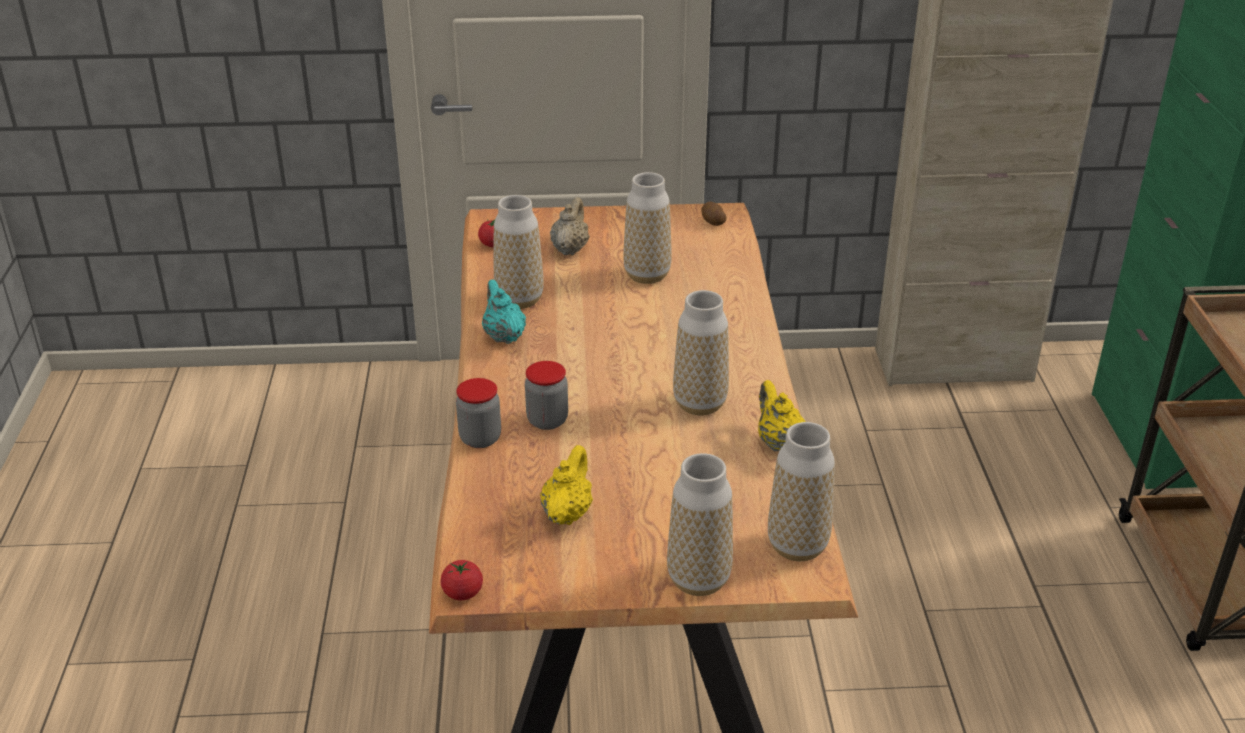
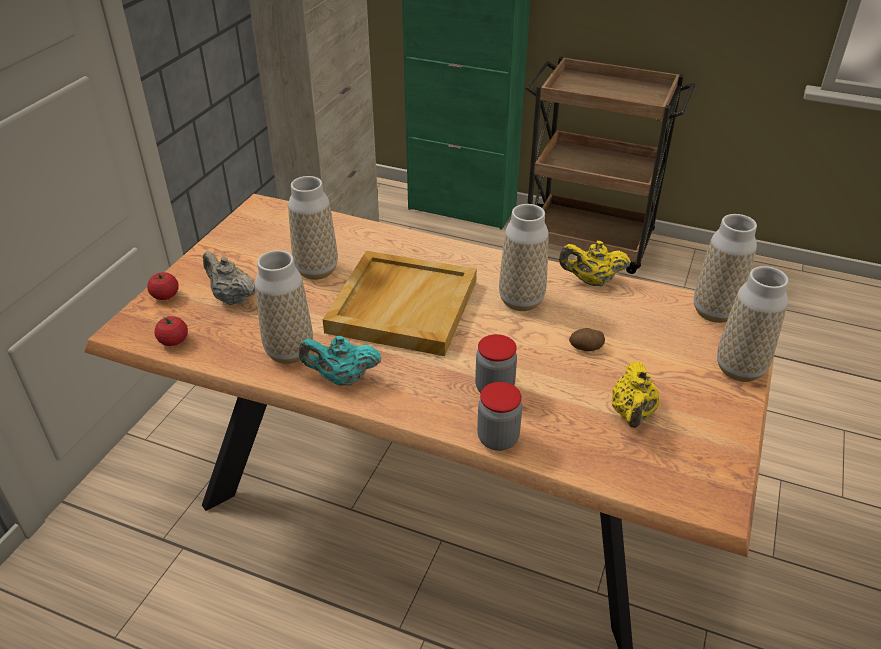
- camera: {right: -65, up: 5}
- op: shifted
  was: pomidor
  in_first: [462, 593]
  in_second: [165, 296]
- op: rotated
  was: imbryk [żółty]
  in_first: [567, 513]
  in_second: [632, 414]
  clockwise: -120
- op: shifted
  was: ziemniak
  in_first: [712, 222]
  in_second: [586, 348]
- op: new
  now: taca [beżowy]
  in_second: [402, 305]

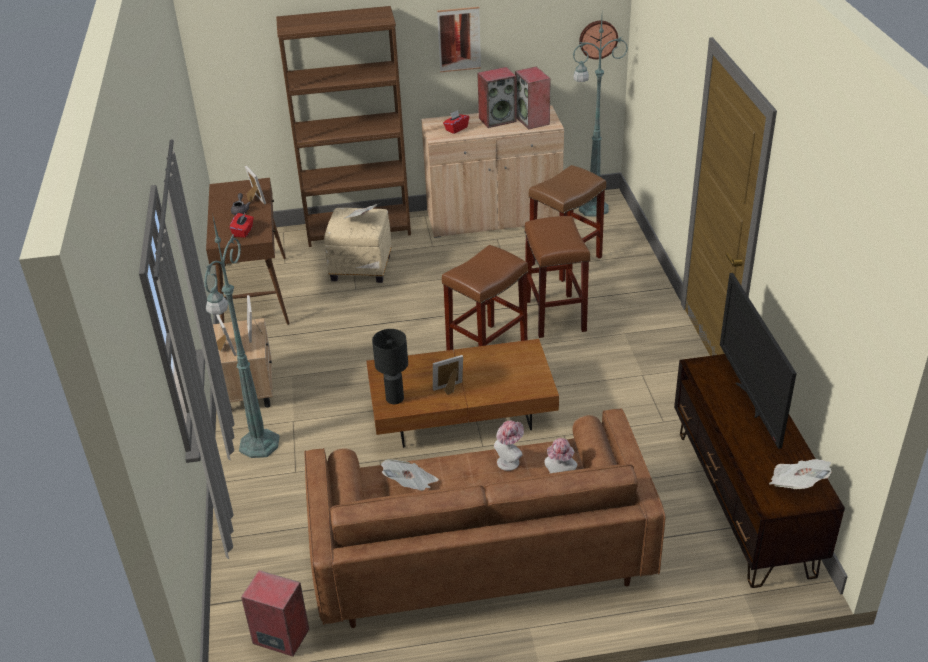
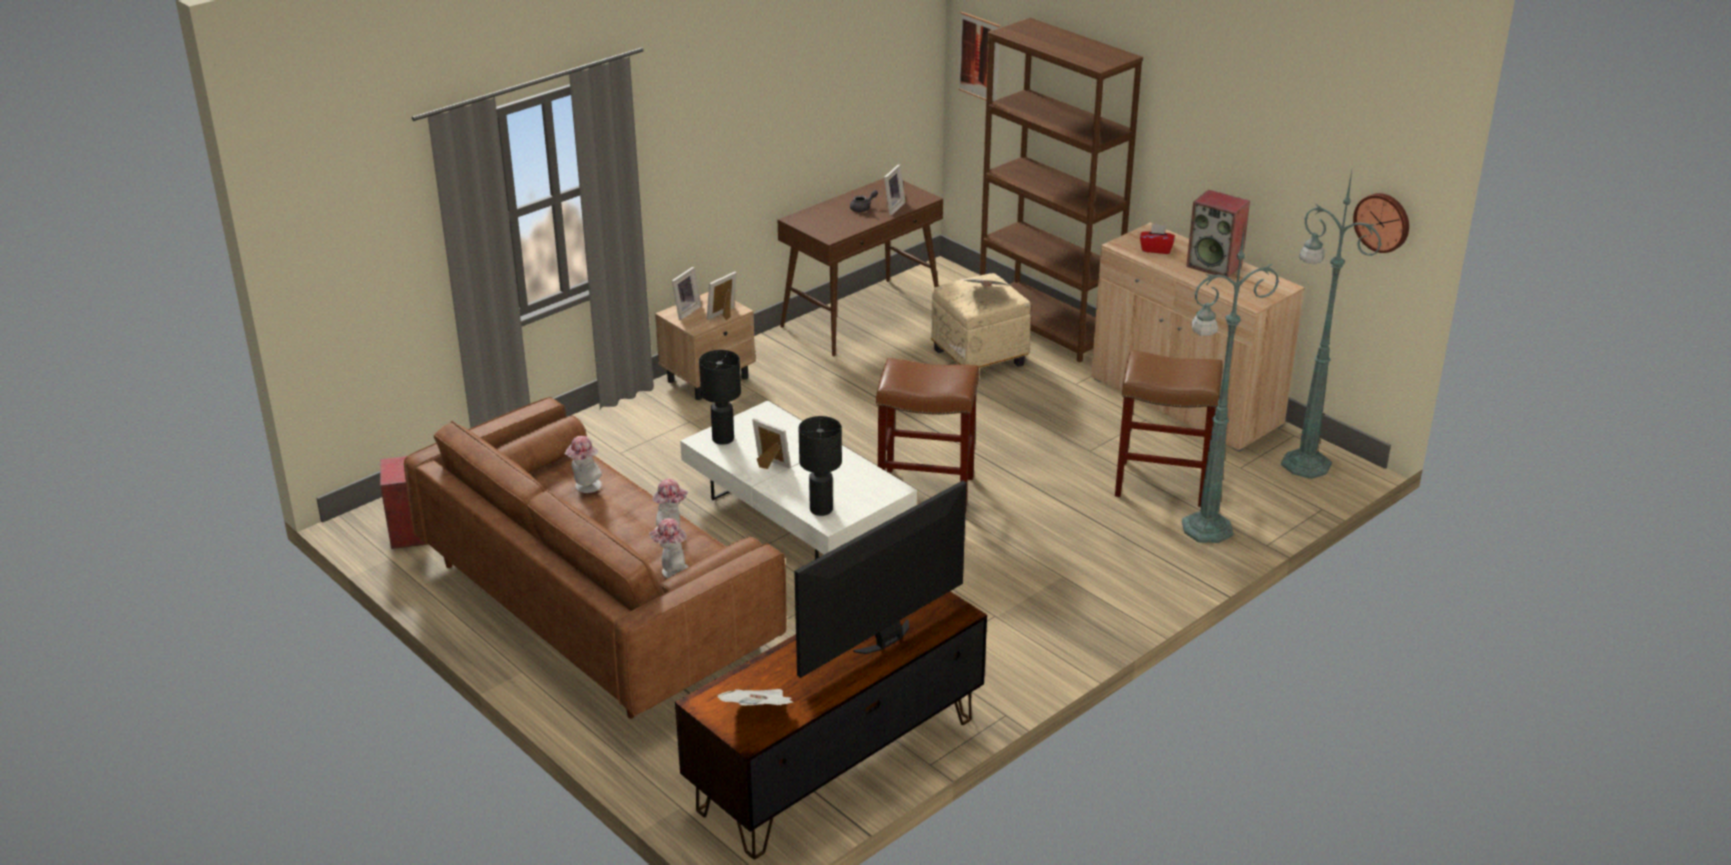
- camera: {right: 55, up: -5}
- op: shifted
  was: lampa stojąca [zielony]
  in_first: [258, 446]
  in_second: [1204, 529]
- op: gone
  was: pudełko chusteczek [czerwony]
  in_first: [243, 232]
- op: repainted
  was: ława [brązowy]
  now: ława [biały]
  in_first: [461, 415]
  in_second: [796, 516]
- op: swapped
  was: gazeta
  now: kapelusz
  in_first: [410, 485]
  in_second: [585, 487]
- op: shifted
  was: obraz
  in_first: [459, 39]
  in_second: [979, 58]
- op: gone
  was: głośnik
  in_first: [533, 120]
- op: gone
  was: stołek [brązowy]
  in_first: [554, 315]
- op: new
  now: lampa stołowa [czarny]
  in_second: [820, 509]

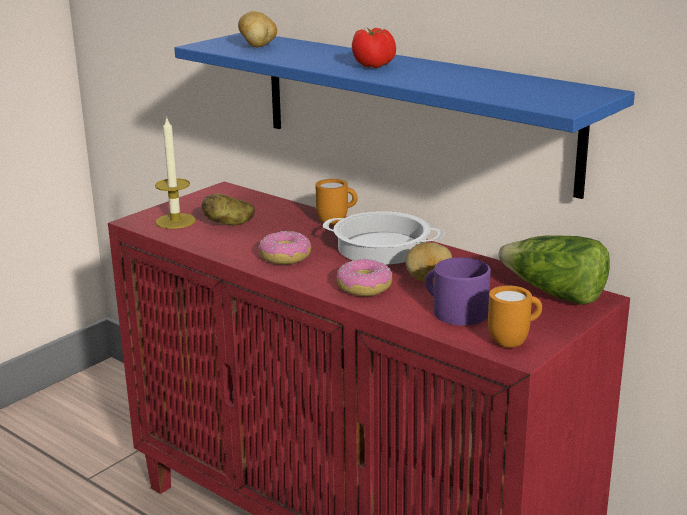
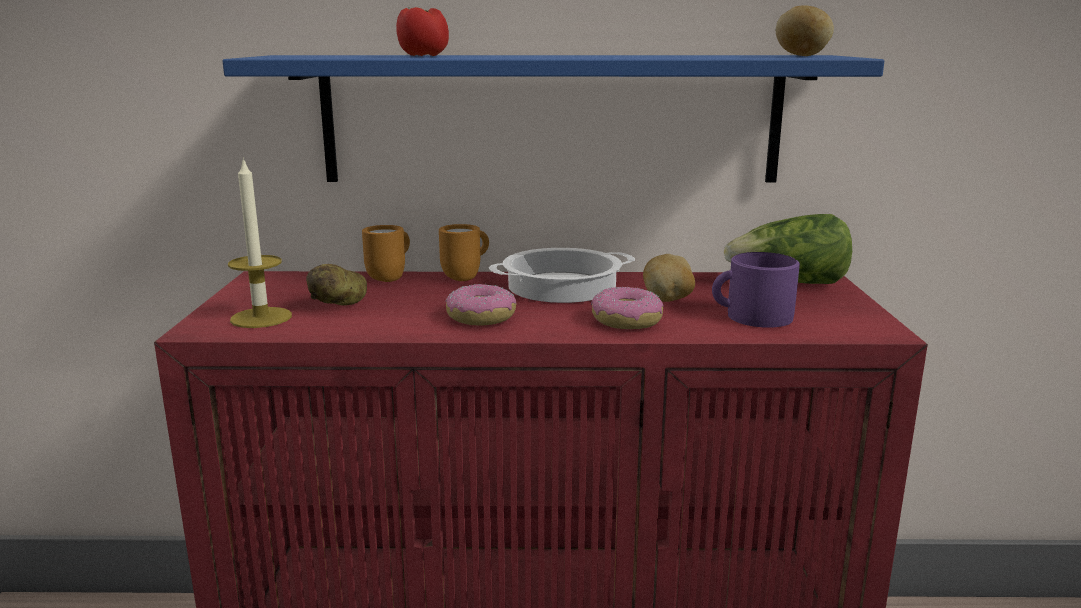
- camera: {right: -40, up: -5}
- op: shifted
  was: ziemniak
  in_first: [258, 46]
  in_second: [802, 56]
- op: shifted
  was: pomidor
  in_first: [374, 66]
  in_second: [424, 56]
- op: shifted
  was: kubek [pomarańczowy]
  in_first: [514, 341]
  in_second: [390, 278]

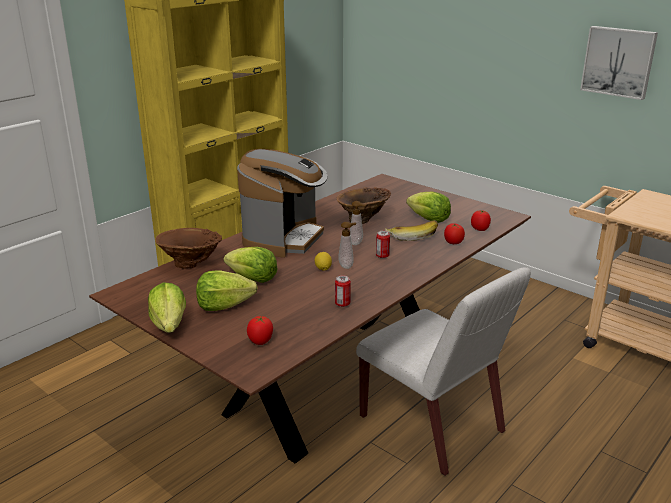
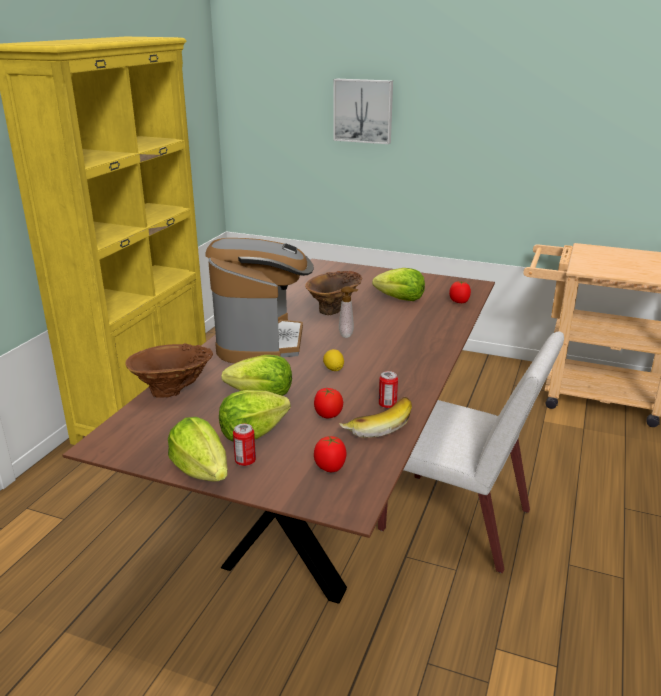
- camera: {right: -20, up: 0}
- op: gone
  was: dozownik mydła
  in_first: [347, 266]
- op: shifted
  was: puszka
  in_first: [382, 256]
  in_second: [245, 461]
- op: shifted
  was: banan
  in_first: [412, 235]
  in_second: [376, 425]
- op: shifted
  was: pomidor
  in_first: [453, 243]
  in_second: [328, 415]
- op: shifted
  was: obraz
  in_first: [618, 61]
  in_second: [363, 111]

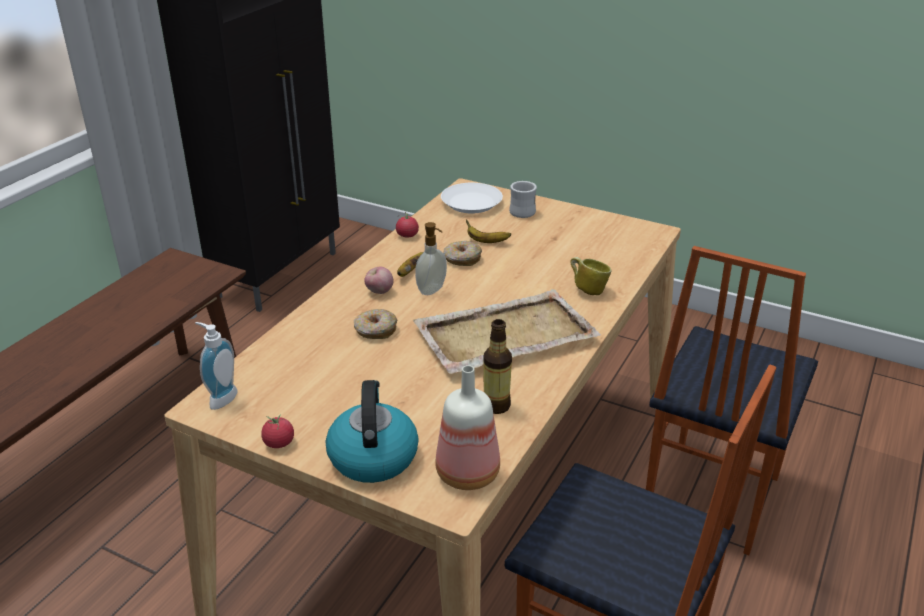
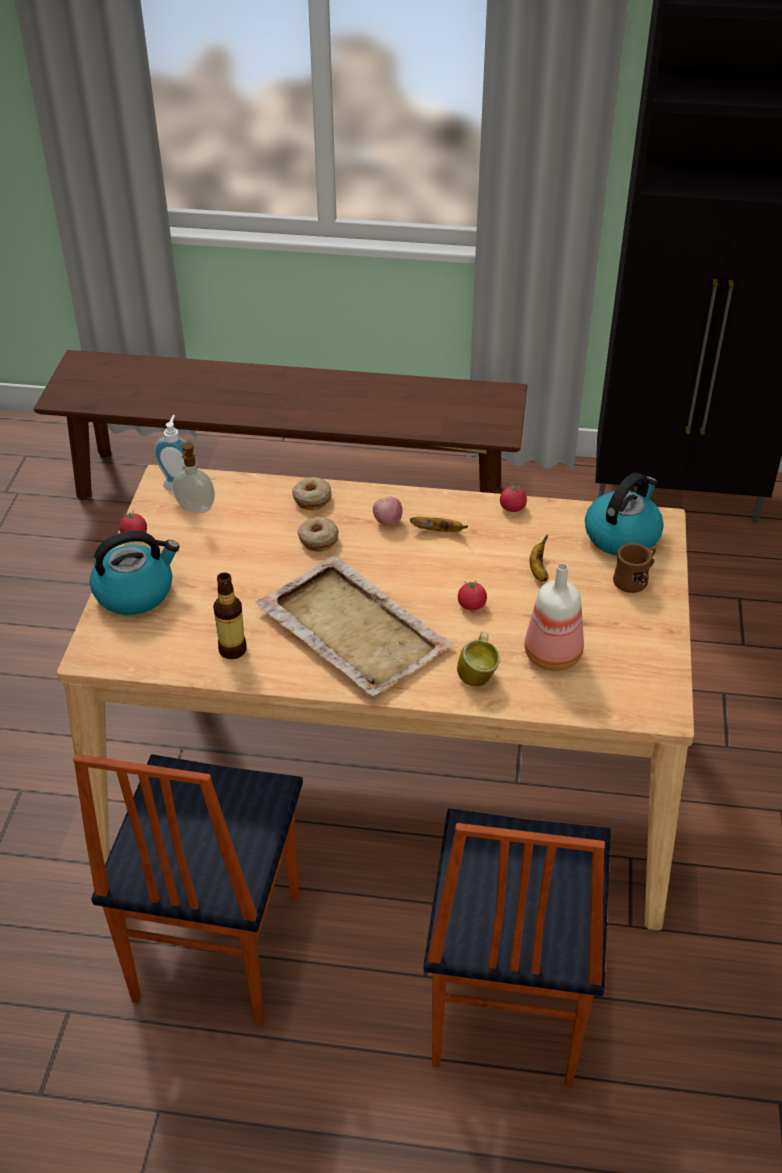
- camera: {right: 70, up: 10}
- op: shifted
  was: dozownik mydła
  in_first: [432, 290]
  in_second: [195, 509]
- op: shifted
  was: butelka
  in_first: [466, 472]
  in_second: [553, 654]
- op: swapped
  was: talerz [biały]
  now: czajnik
  in_first: [471, 203]
  in_second: [622, 535]
- op: shifted
  was: donut
  in_first: [462, 259]
  in_second: [312, 499]
- op: repainted
  was: kubek [biały]
  now: kubek [brązowy]
  in_first: [521, 210]
  in_second: [634, 580]
- op: rotated
  was: krzesło
  in_first: [708, 496]
  in_second: [505, 1005]
  clockwise: -90
- op: new
  now: pomidor
  in_second: [471, 605]

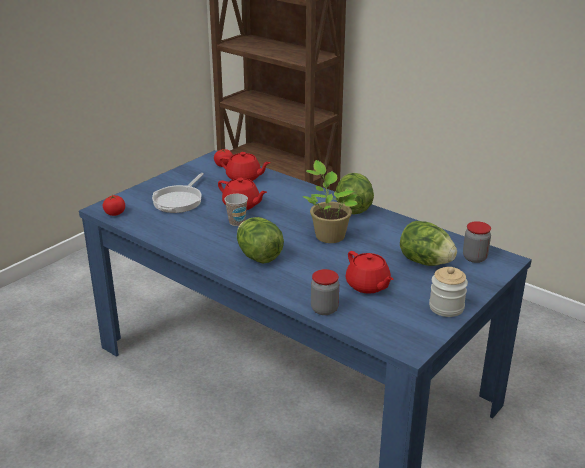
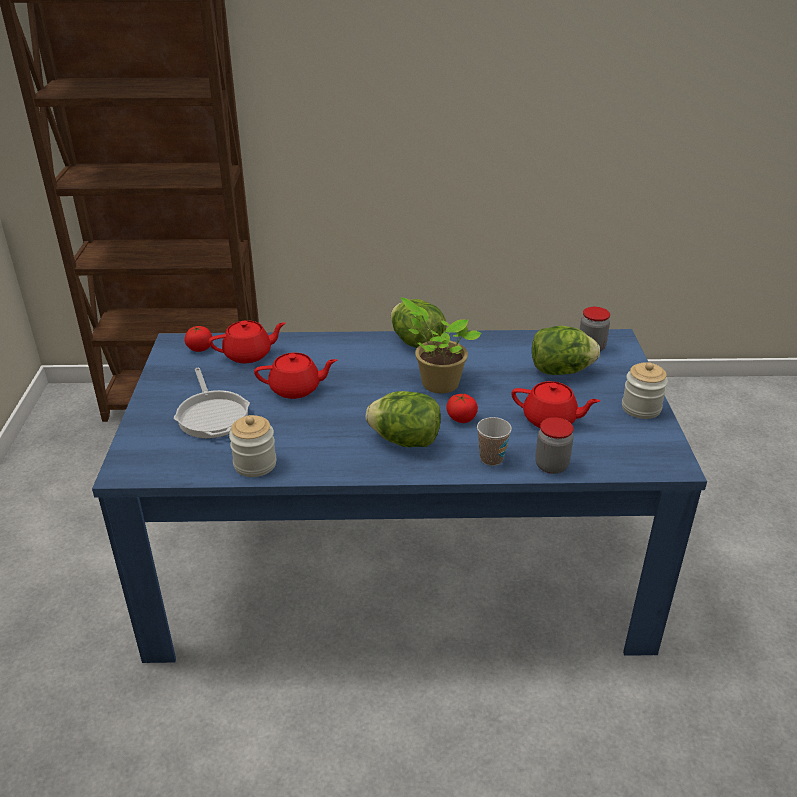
- camera: {right: -40, up: 5}
- op: shifted
  was: pomidor
  in_first: [115, 213]
  in_second: [461, 418]
- op: shifted
  was: filiżanka
  in_first: [237, 222]
  in_second: [491, 458]
- op: new
  now: słoik
  in_second: [255, 464]

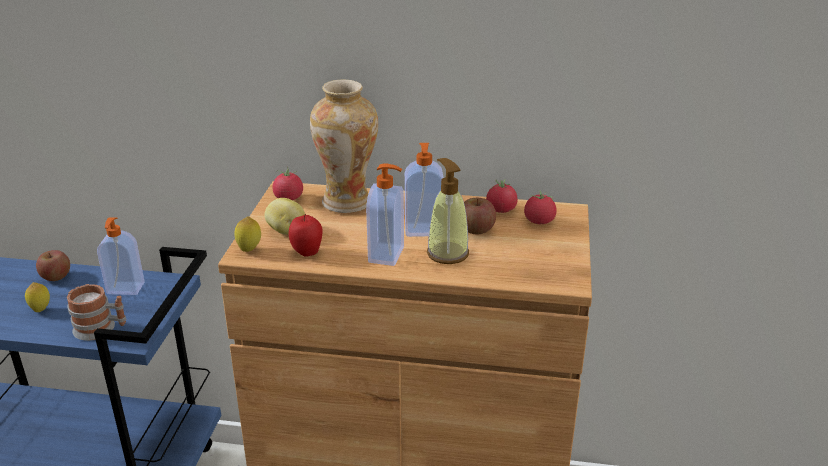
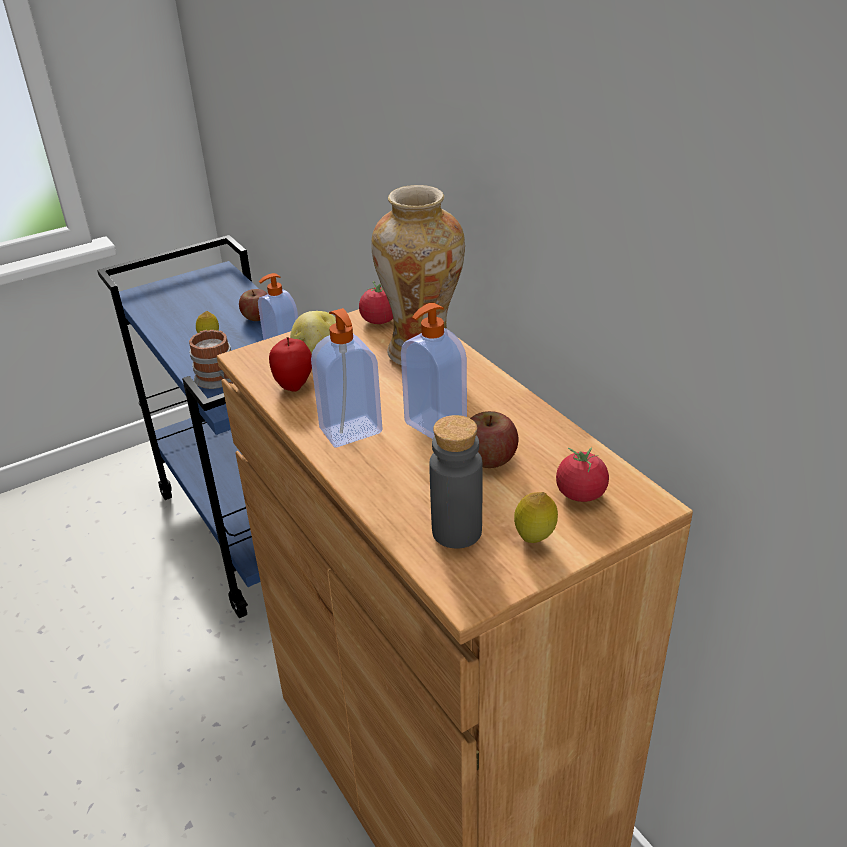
- camera: {right: 50, up: 5}
- op: shifted
  was: cytryna
  in_first: [249, 250]
  in_second: [534, 540]
- op: gone
  was: dozownik mydła
  in_first: [447, 253]
- op: gone
  was: pomidor
  in_first: [501, 210]
- op: new
  now: butelka [szary]
  in_second: [456, 531]

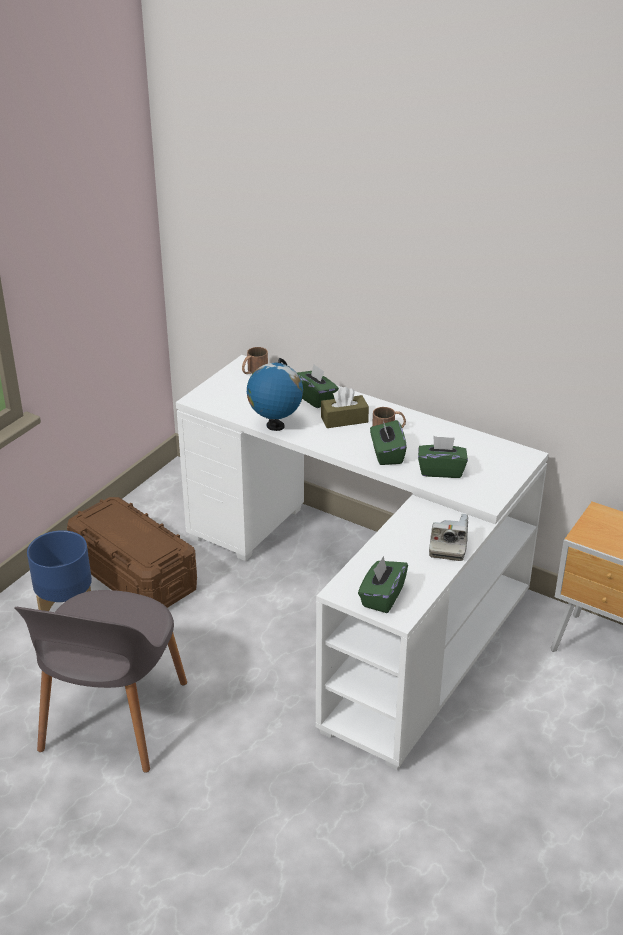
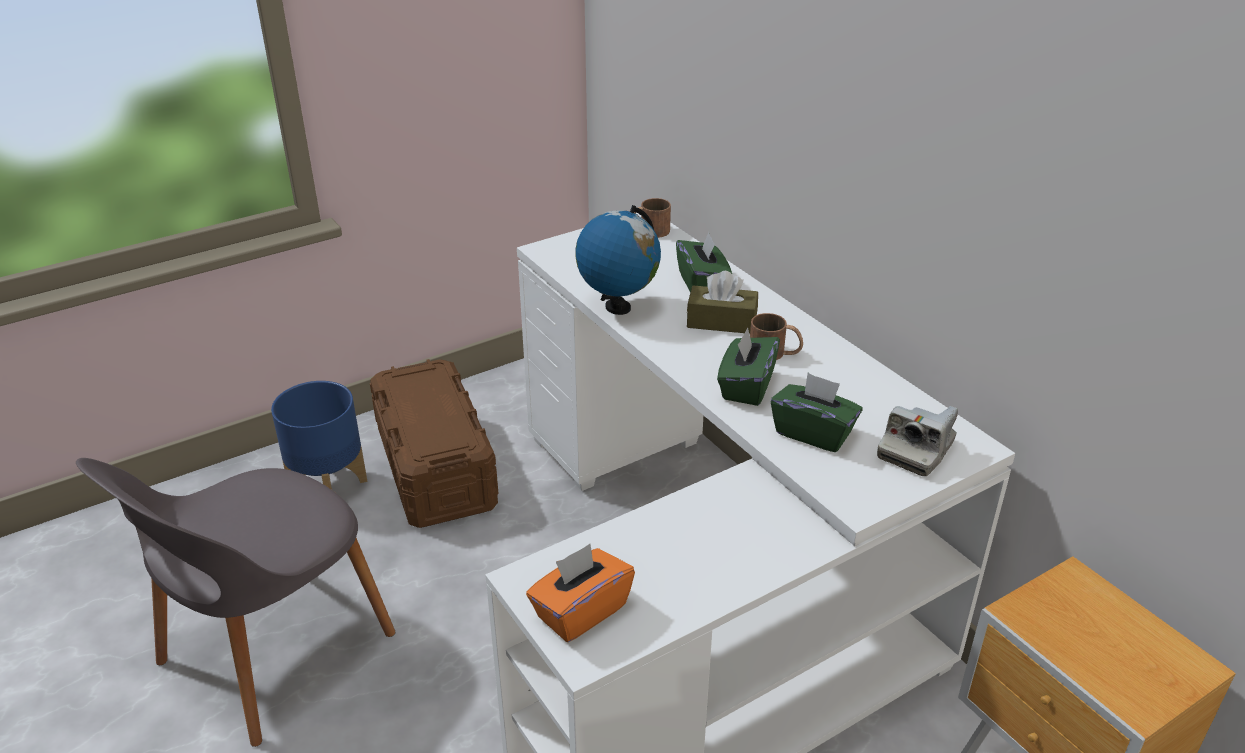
- camera: {right: 25, up: 0}
- op: repainted
  was: pudełko chusteczek [zielony]
  now: pudełko chusteczek [pomarańczowy]
  in_first: [382, 597]
  in_second: [580, 611]
- op: shifted
  was: aparat fotograficzny
  in_first: [448, 546]
  in_second: [916, 450]

